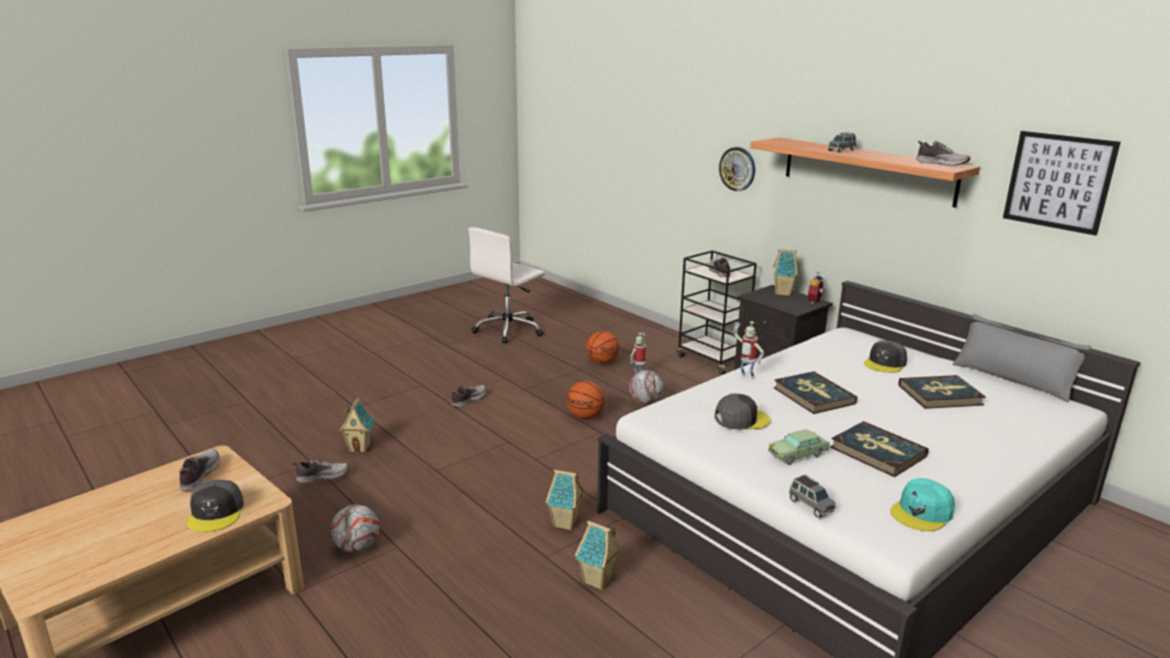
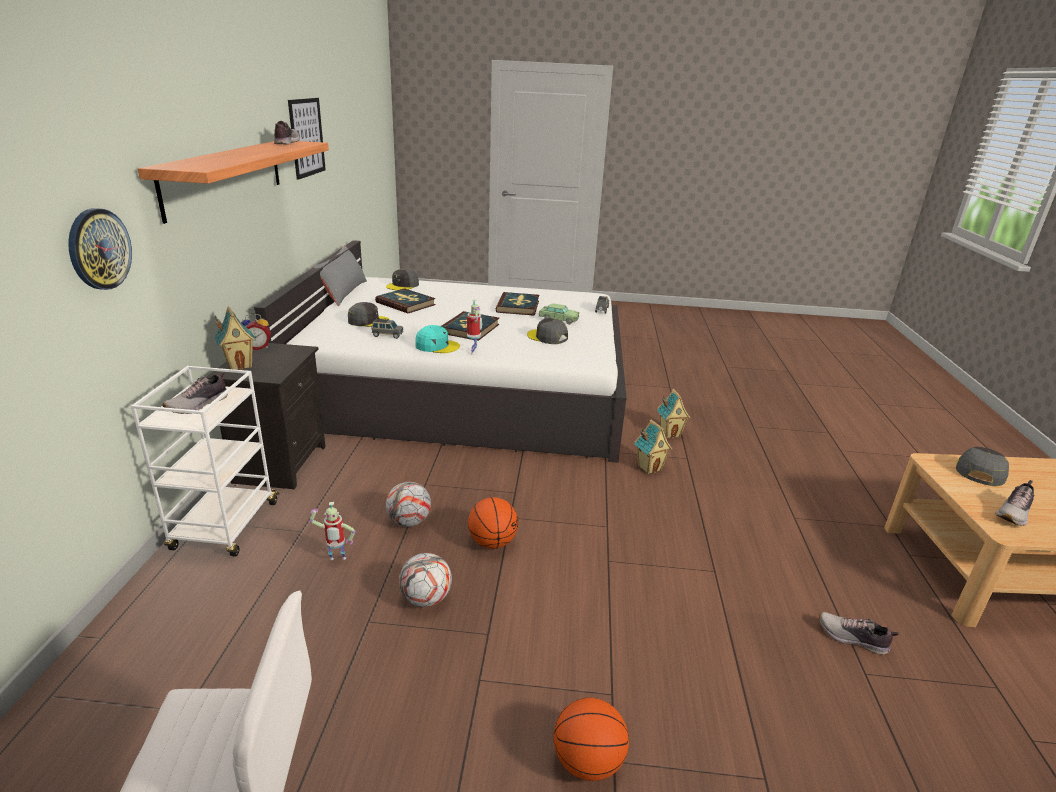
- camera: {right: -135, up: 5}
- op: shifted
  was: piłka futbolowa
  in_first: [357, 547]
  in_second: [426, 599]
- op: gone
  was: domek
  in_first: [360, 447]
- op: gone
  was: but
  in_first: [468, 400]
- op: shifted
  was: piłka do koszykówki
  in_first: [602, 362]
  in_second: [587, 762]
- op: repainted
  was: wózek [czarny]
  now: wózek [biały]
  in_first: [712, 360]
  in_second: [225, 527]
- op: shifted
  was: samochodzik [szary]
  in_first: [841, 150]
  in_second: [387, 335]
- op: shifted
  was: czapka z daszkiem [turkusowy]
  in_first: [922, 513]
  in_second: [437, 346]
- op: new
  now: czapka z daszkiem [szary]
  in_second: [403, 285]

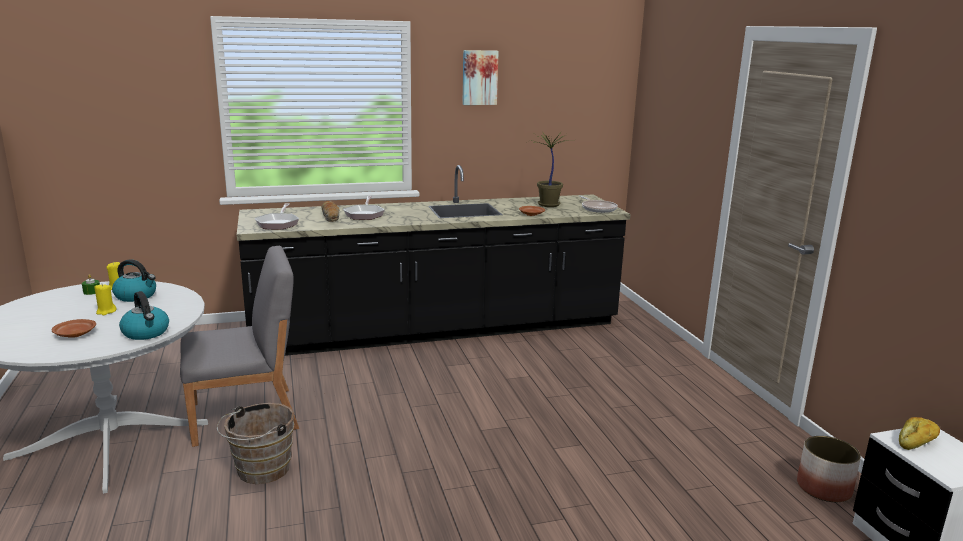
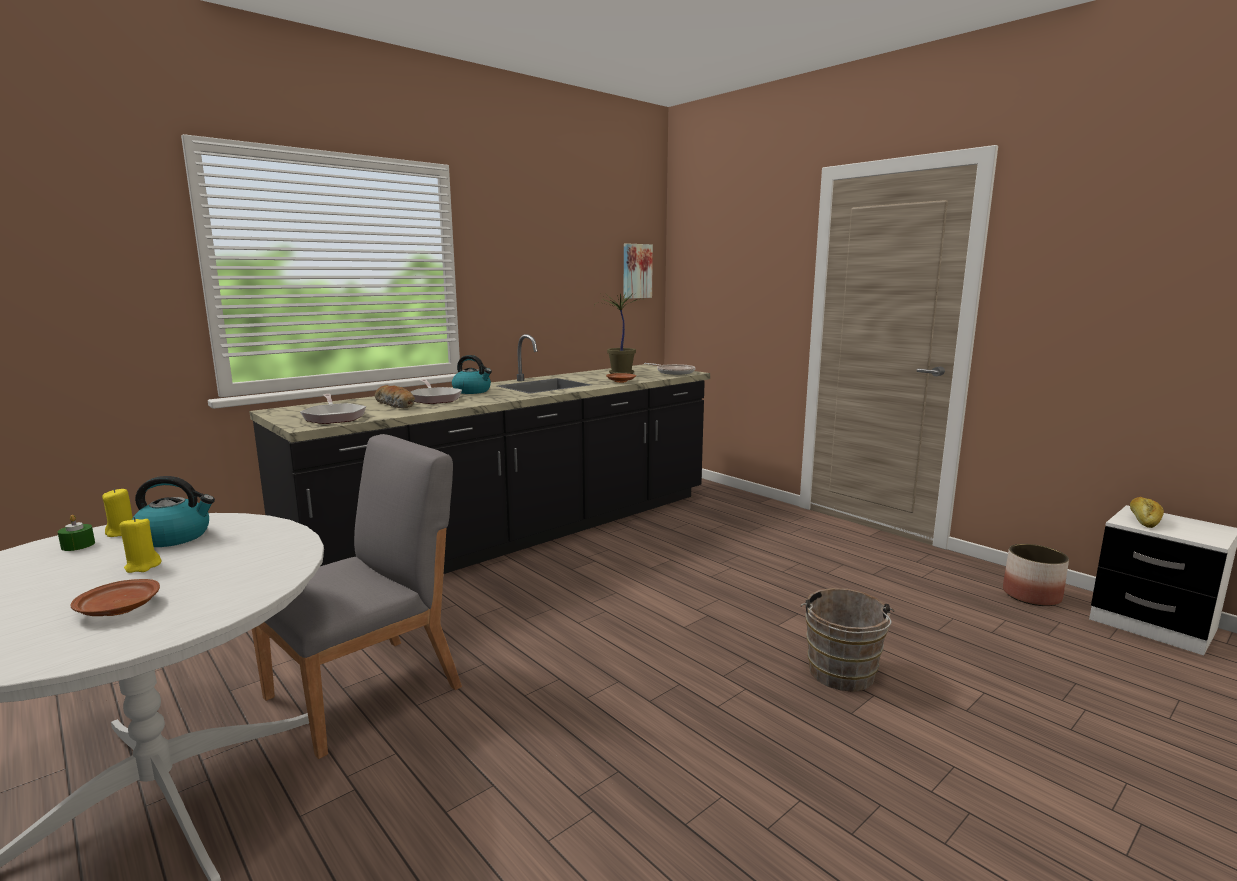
- camera: {right: -25, up: -5}
- op: shifted
  was: czajnik
  in_first: [146, 333]
  in_second: [472, 391]
- op: shifted
  was: wiadro [brązowy]
  in_first: [260, 471]
  in_second: [841, 676]
- op: shifted
  was: obraz
  in_first: [479, 77]
  in_second: [636, 271]

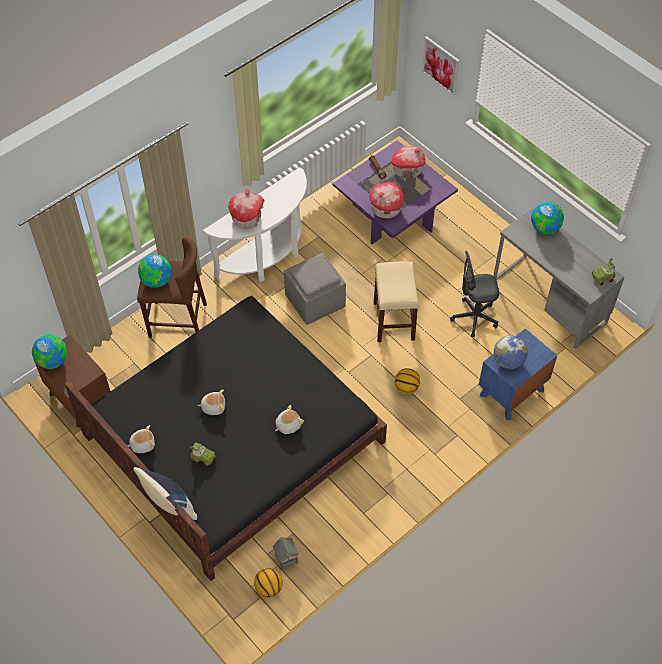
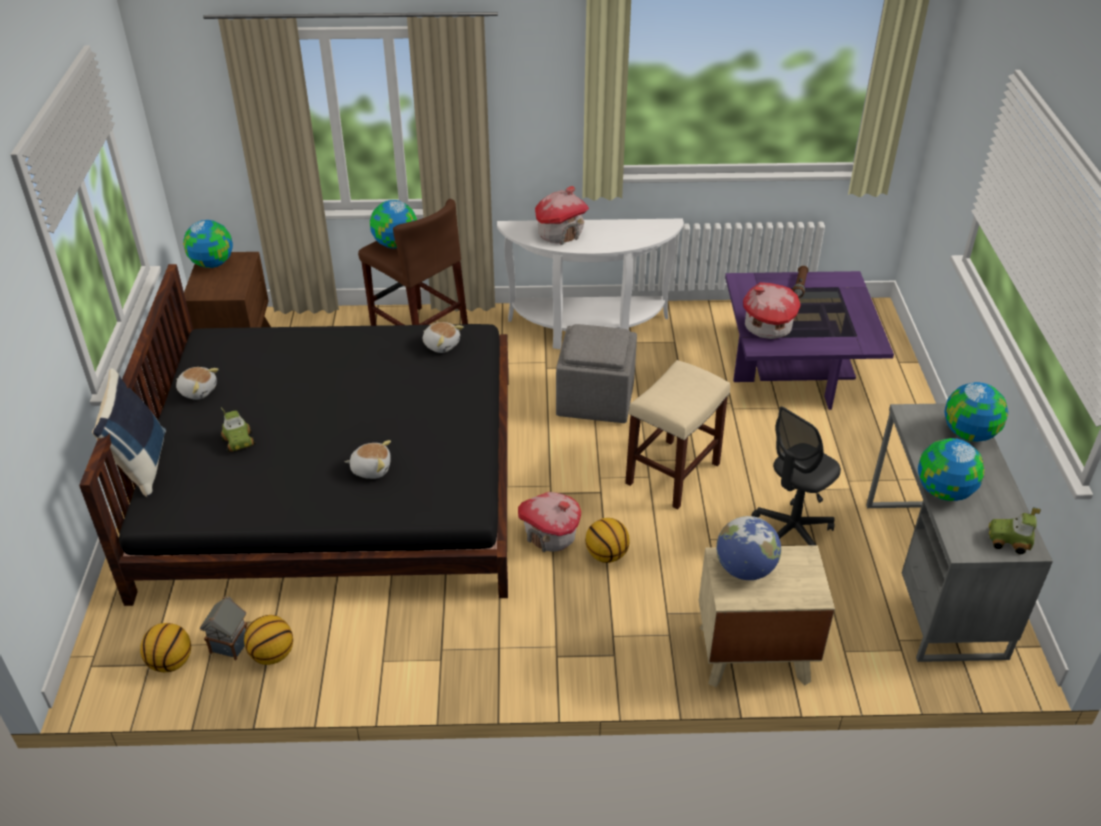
- camera: {right: 40, up: -15}
- op: shifted
  was: pluszak
  in_first: [213, 406]
  in_second: [441, 344]
- op: shifted
  was: domek
  in_first: [407, 170]
  in_second: [550, 535]
- op: gone
  was: obraz
  in_first: [441, 65]
- op: rotated
  was: krzesło biurowe [szary]
  in_first: [474, 318]
  in_second: [791, 532]
  clockwise: -75
- op: repainted
  was: szafka nocna [niebieski]
  now: szafka nocna [beżowy]
  in_first: [511, 392]
  in_second: [753, 654]
- op: new
  now: piłka do koszykówki
  in_second: [272, 654]
- op: new
  now: globus
  in_second: [943, 491]

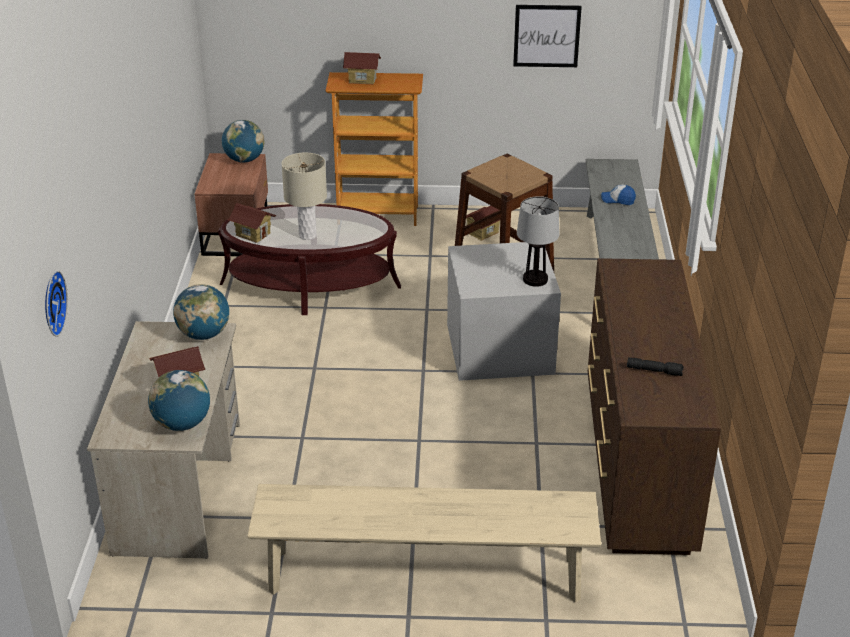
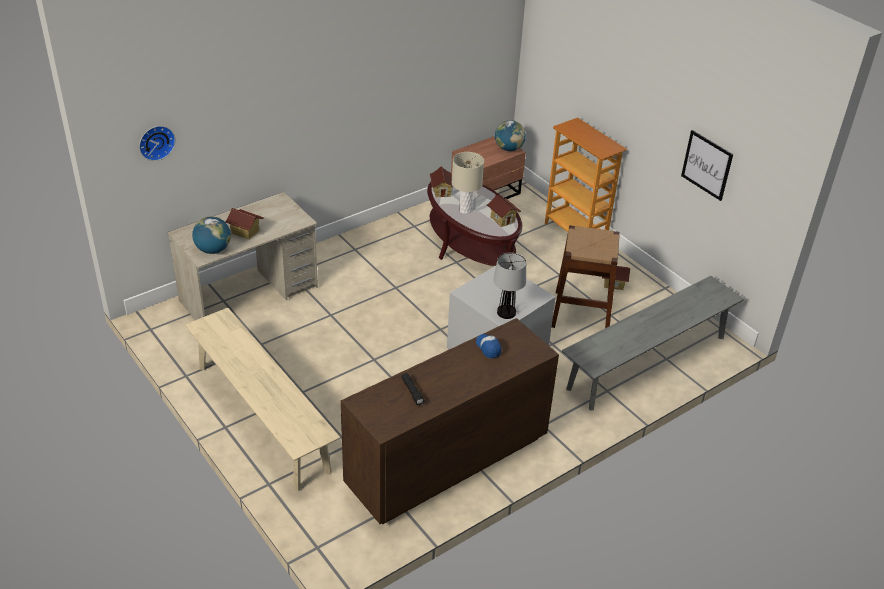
- camera: {right: 50, up: 5}
- op: gone
  was: globus
  in_first: [204, 334]
- op: shifted
  was: domek
  in_first: [362, 79]
  in_second: [502, 219]
- op: shifted
  was: czapka z daszkiem
  in_first: [618, 200]
  in_second: [488, 348]

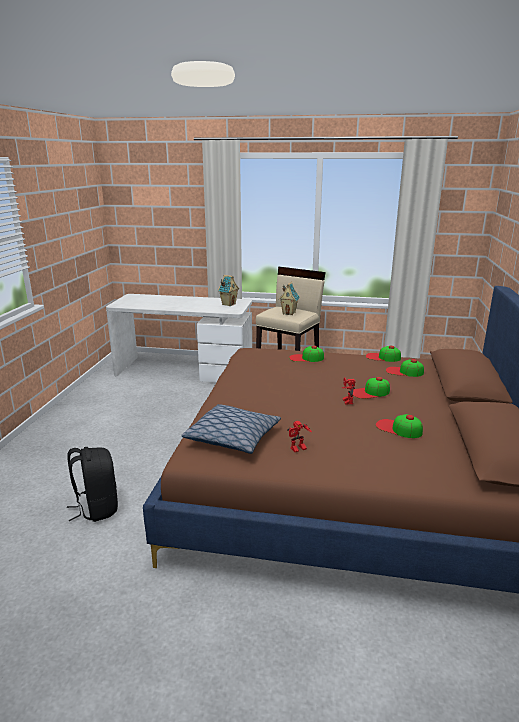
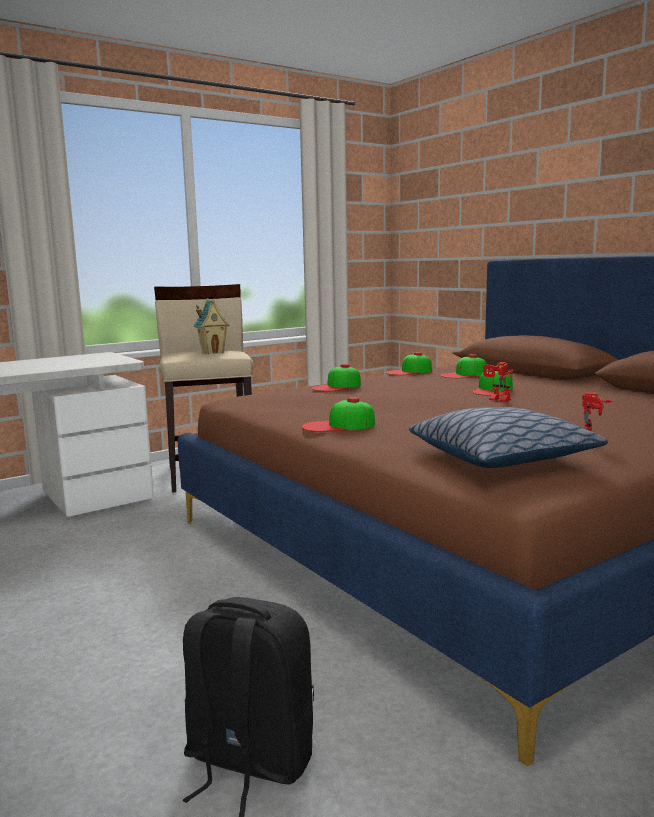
- camera: {right: -45, up: -10}
- op: gone
  was: domek
  in_first: [228, 304]
- op: shifted
  was: czapka z daszkiem
  in_first: [398, 428]
  in_second: [338, 425]

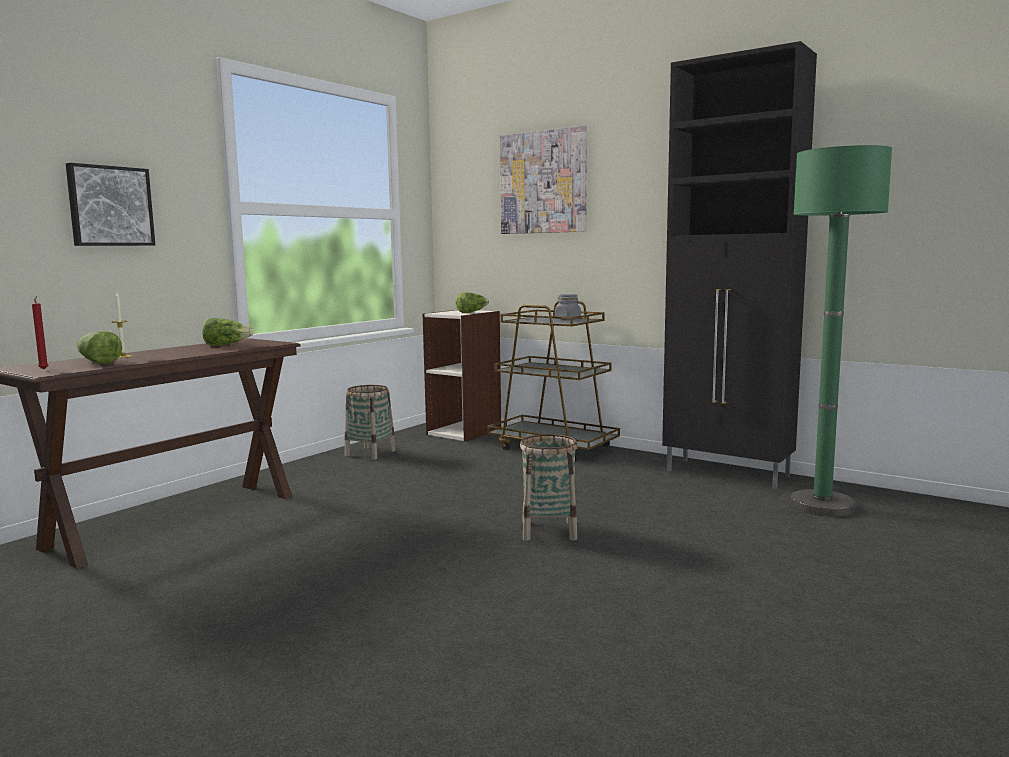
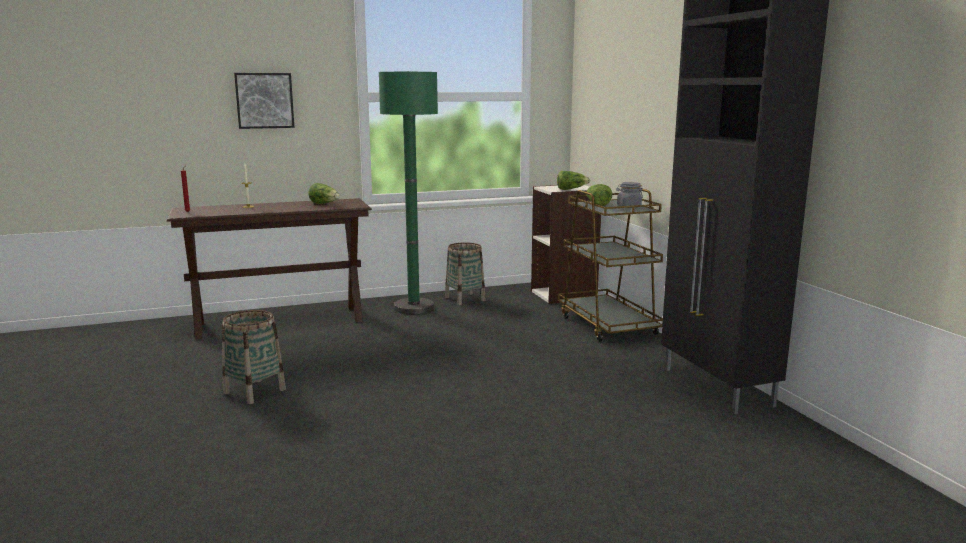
- camera: {right: 35, up: 5}
- op: shifted
  was: sałata
  in_first: [98, 362]
  in_second: [597, 204]
- op: gone
  was: obraz
  in_first: [543, 182]
- op: shifted
  was: koszyk
  in_first: [549, 530]
  in_second: [254, 391]
- op: shifted
  was: lampa stojąca [zielony]
  in_first: [822, 506]
  in_second: [414, 308]

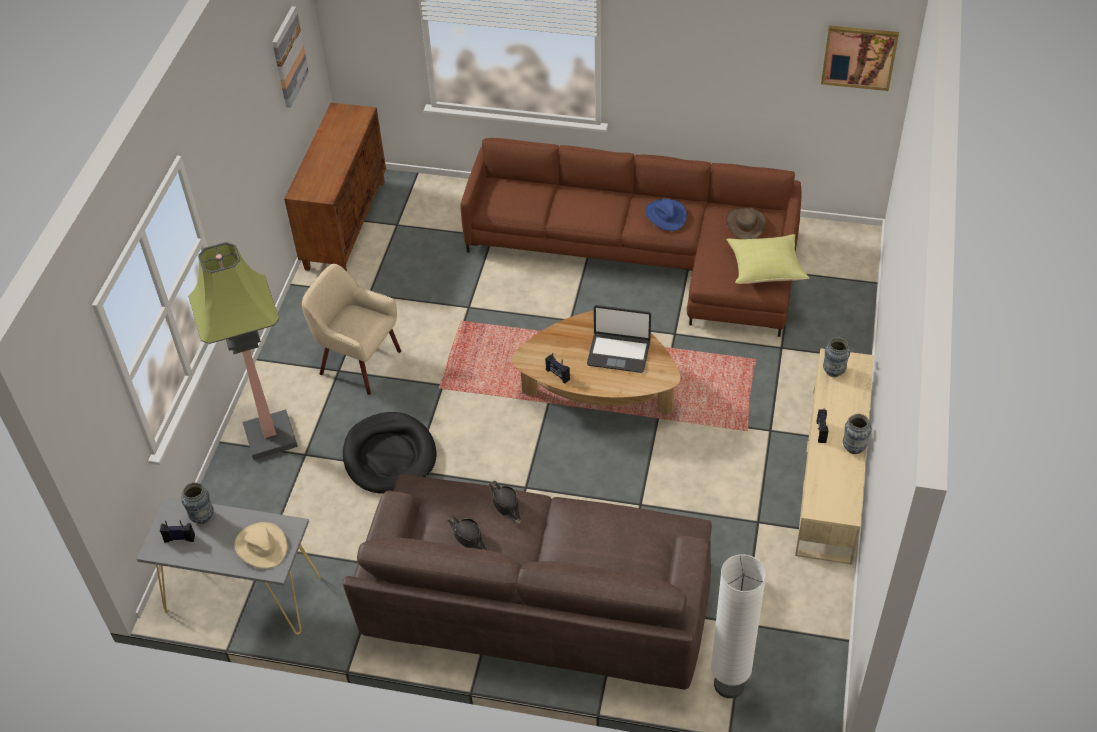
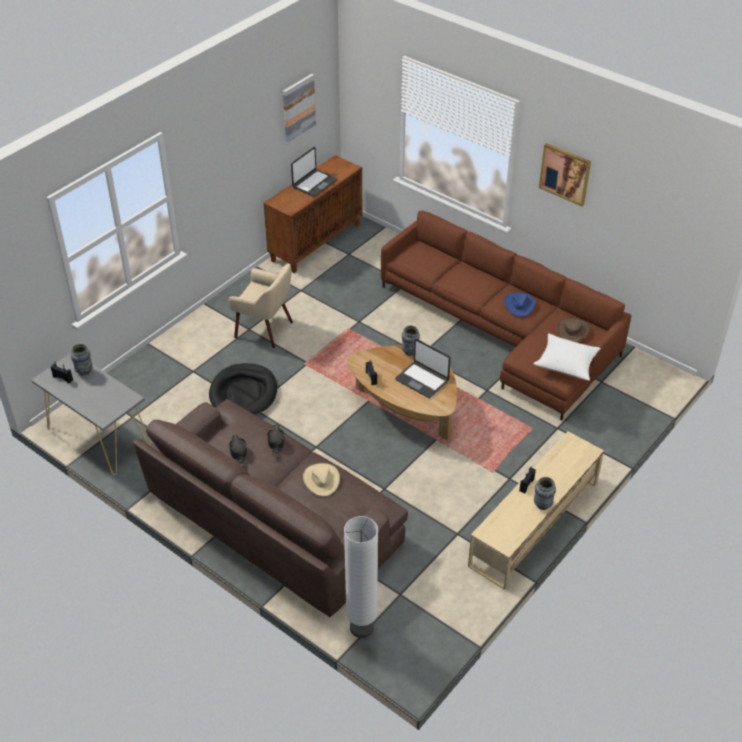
- camera: {right: 25, up: -5}
- op: gone
  was: lampa stojąca
  in_first: [269, 436]
- op: shifted
  was: kapelusz [beżowy]
  in_first: [261, 546]
  in_second: [321, 480]
- op: rotated
  was: fotel [beżowy]
  in_first: [359, 362]
  in_second: [265, 329]
  clockwise: 150
- op: repainted
  was: poduszka [żółty]
  now: poduszka [biały]
  in_first: [766, 269]
  in_second: [566, 365]
- op: shifted
  was: obraz
  in_first: [859, 57]
  in_second: [565, 174]
- op: shifted
  was: wazon
  in_first: [833, 371]
  in_second: [410, 352]
- op: new
  now: laptop
  in_second: [314, 183]

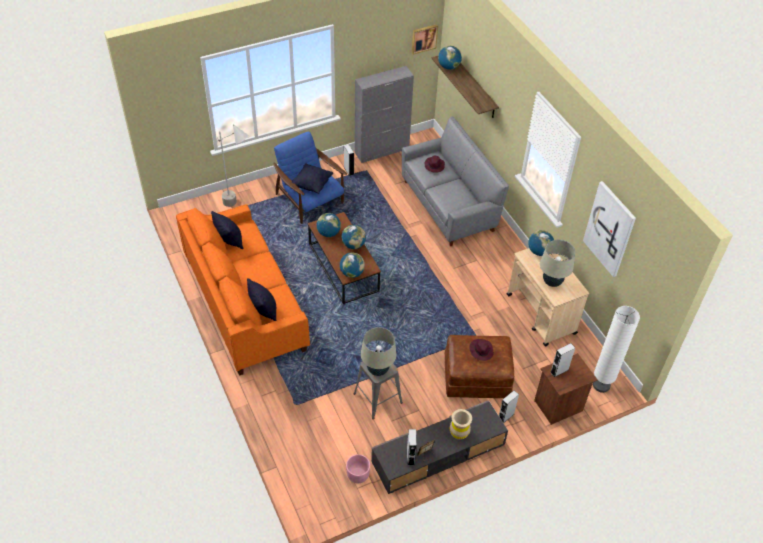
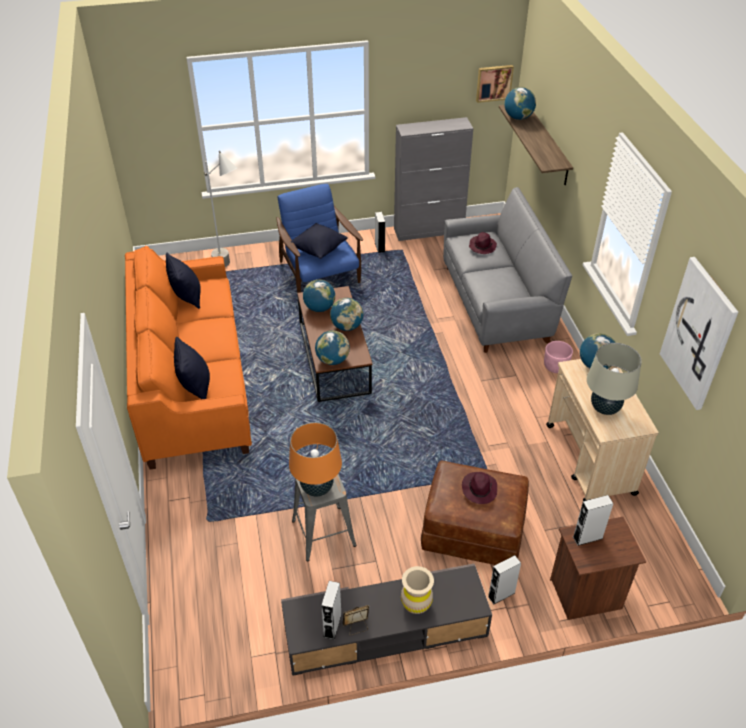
- camera: {right: 15, up: -5}
- op: shifted
  was: donica [różowy]
  in_first: [358, 475]
  in_second: [555, 367]
- op: repainted
  was: lampa stołowa [beżowy]
  now: lampa stołowa [pomarańczowy]
  in_first: [378, 370]
  in_second: [317, 488]
- op: gone
  was: lampa stojąca [biały]
  in_first: [601, 385]

